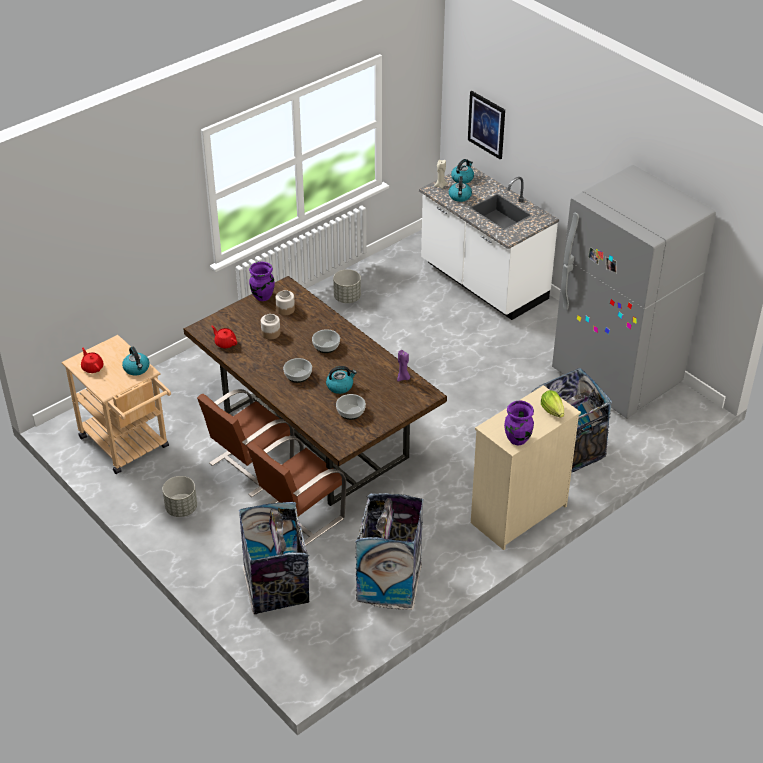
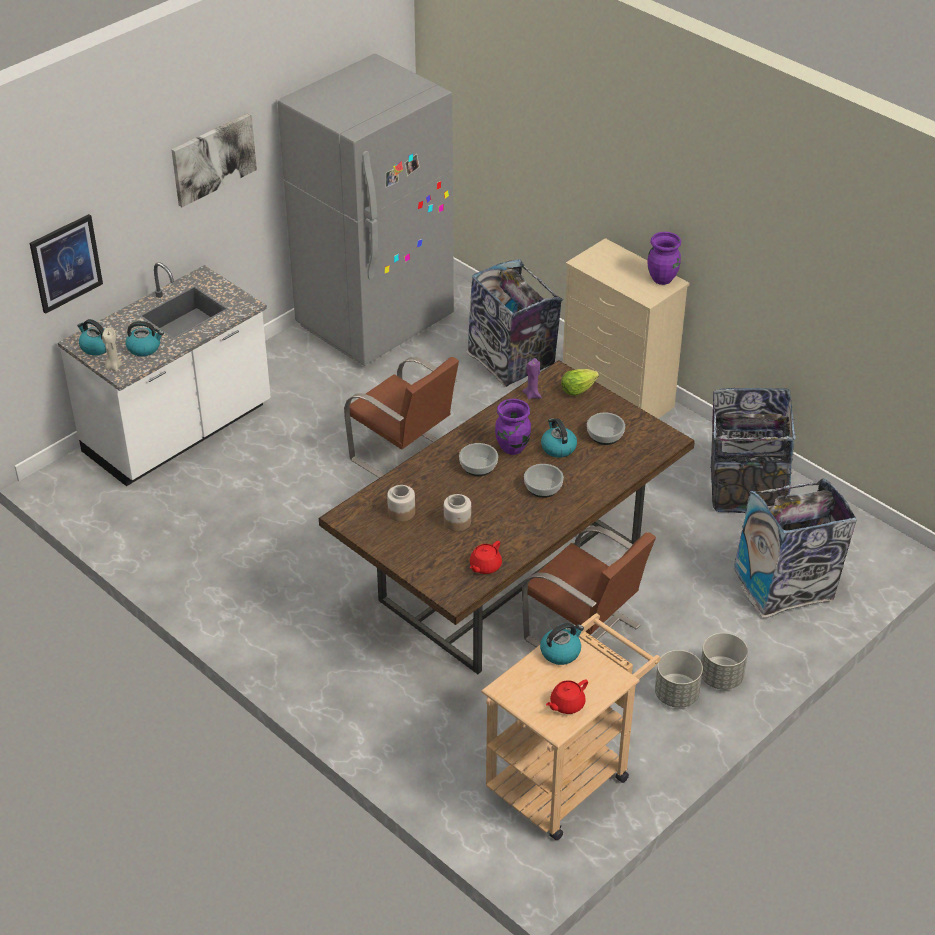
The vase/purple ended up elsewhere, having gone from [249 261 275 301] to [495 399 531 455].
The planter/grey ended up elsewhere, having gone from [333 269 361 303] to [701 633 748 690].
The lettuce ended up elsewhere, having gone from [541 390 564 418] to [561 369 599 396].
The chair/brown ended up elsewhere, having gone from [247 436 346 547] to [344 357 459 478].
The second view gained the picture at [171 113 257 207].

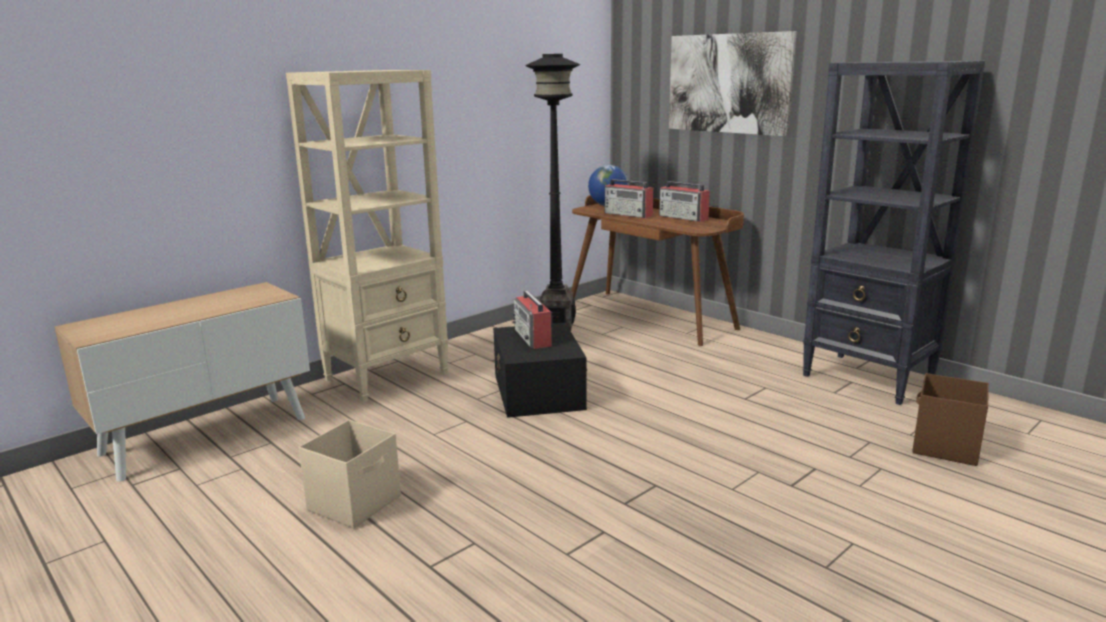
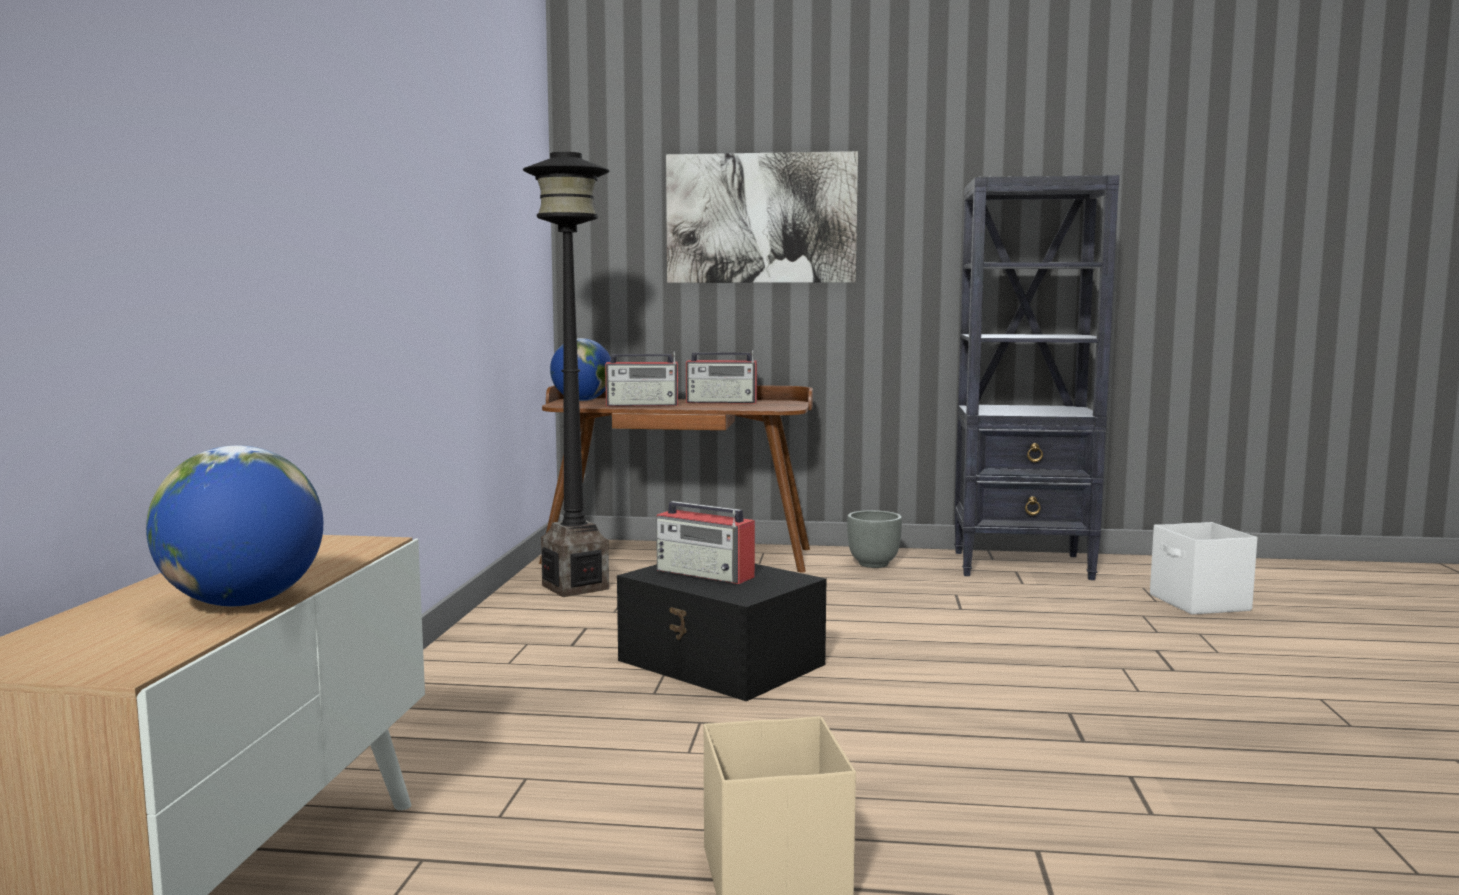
The second view lost the bookcase/beige at [286 70 448 403].
What was the storage box/brown at [912 373 989 466] turned into the storage box/white at [1150 522 1258 615].
The second view gained the globe at [146 445 323 606].
The second view gained the planter/grey at [847 510 902 568].

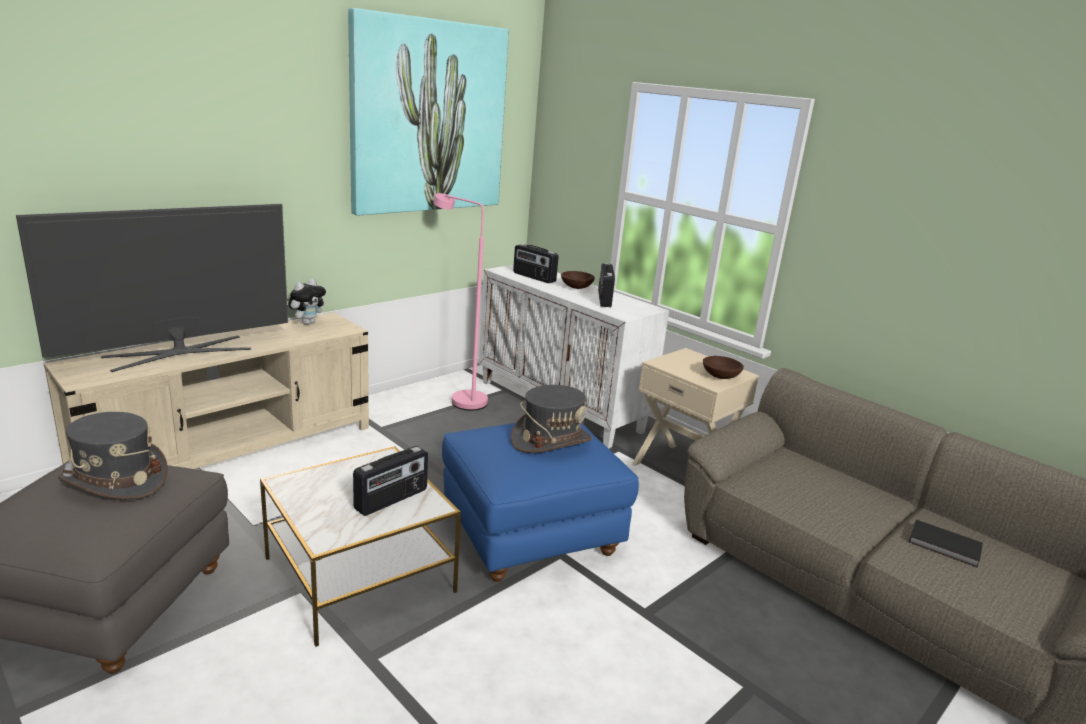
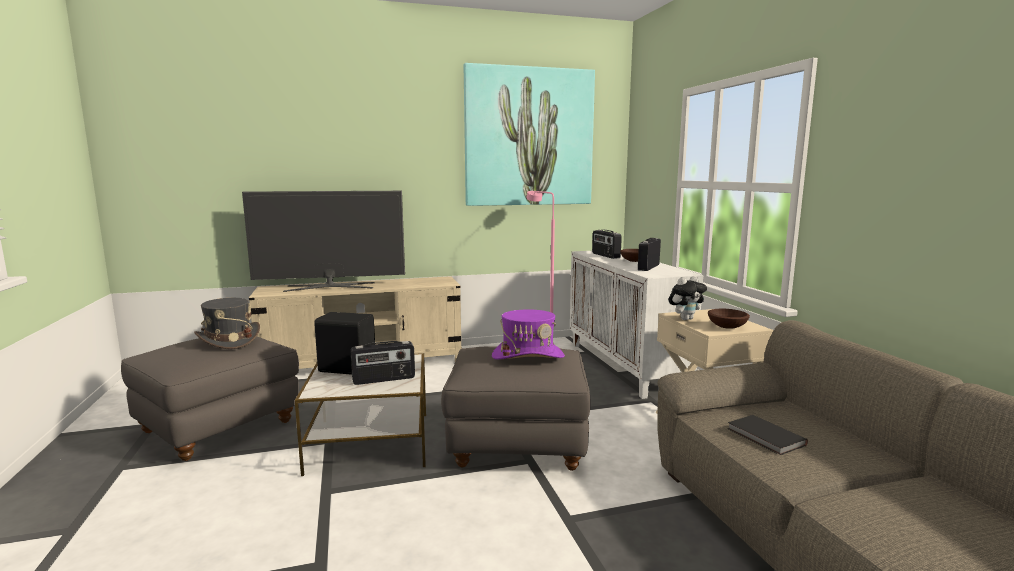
The plush toy ended up elsewhere, having gone from [288 279 326 325] to [669 276 707 320].
What was the hat/grey at [511 385 592 453] turned into the hat/purple at [492 310 565 359].
What was the ottoman/blue at [442 423 639 582] turned into the ottoman/grey at [441 346 591 471].
The book/black ended up elsewhere, having gone from [909 520 983 568] to [727 415 808 455].
The second view gained the speaker/black at [314 312 375 375].

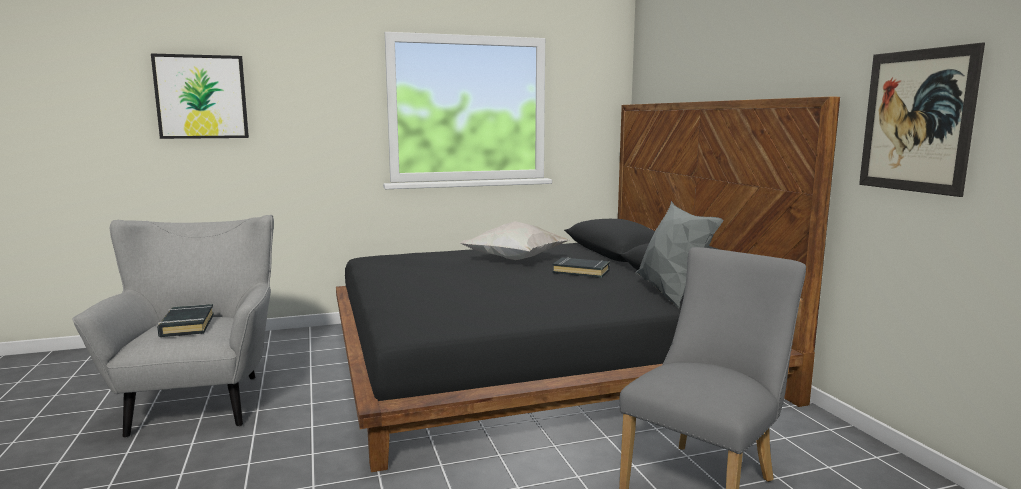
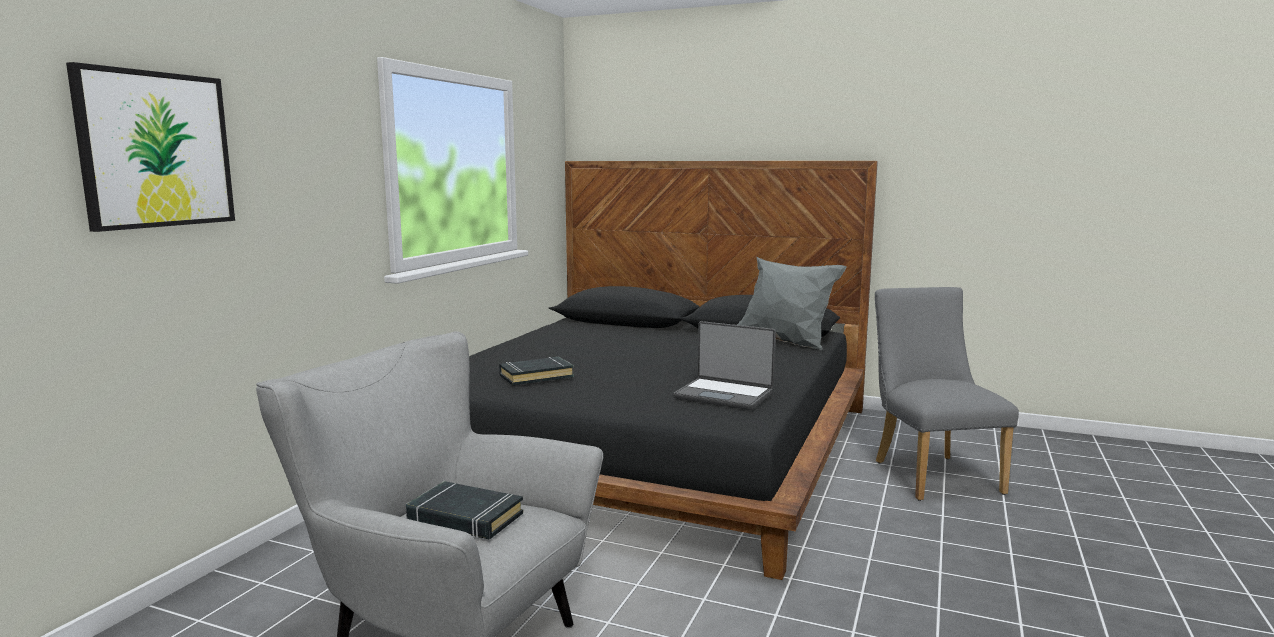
The second view lost the picture at [859 43 985 197].
The second view lost the pillow/white at [460 221 570 260].
The book/black ended up elsewhere, having gone from [552 257 610 278] to [499 357 574 385].
The second view gained the laptop at [673 321 776 410].

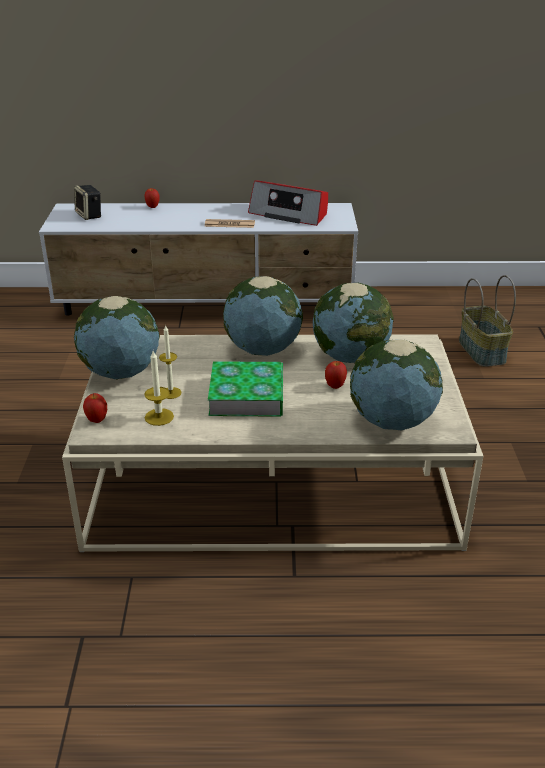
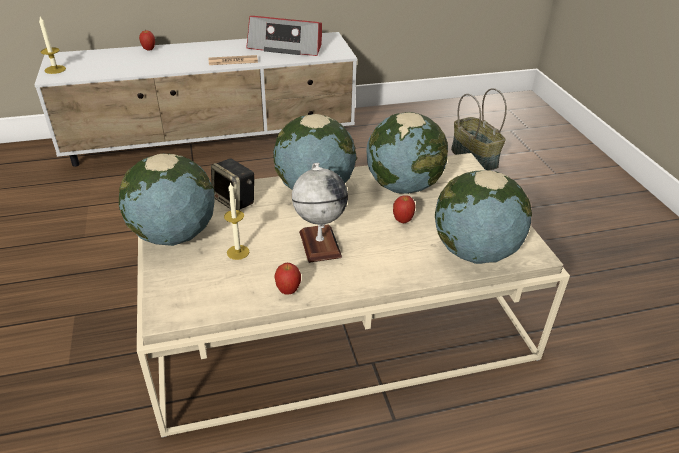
The speaker ended up elsewhere, having gone from [74 185 101 220] to [211 158 254 210].
The candle ended up elsewhere, having gone from [144 351 174 426] to [39 17 66 74].
Where the book stood at [208 361 283 417], the globe came to stand at [292 163 348 263].
The apple ended up elsewhere, having gone from [83 393 107 423] to [274 263 301 295].

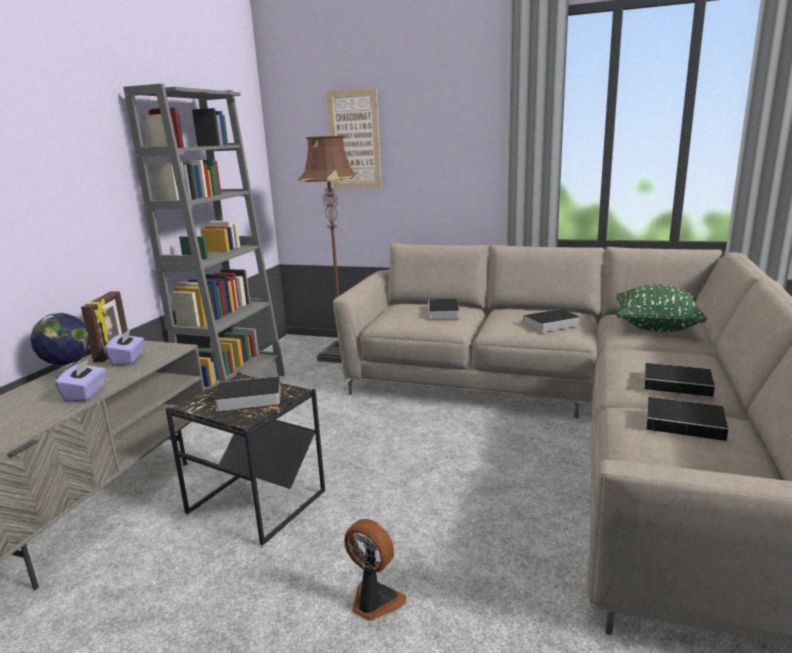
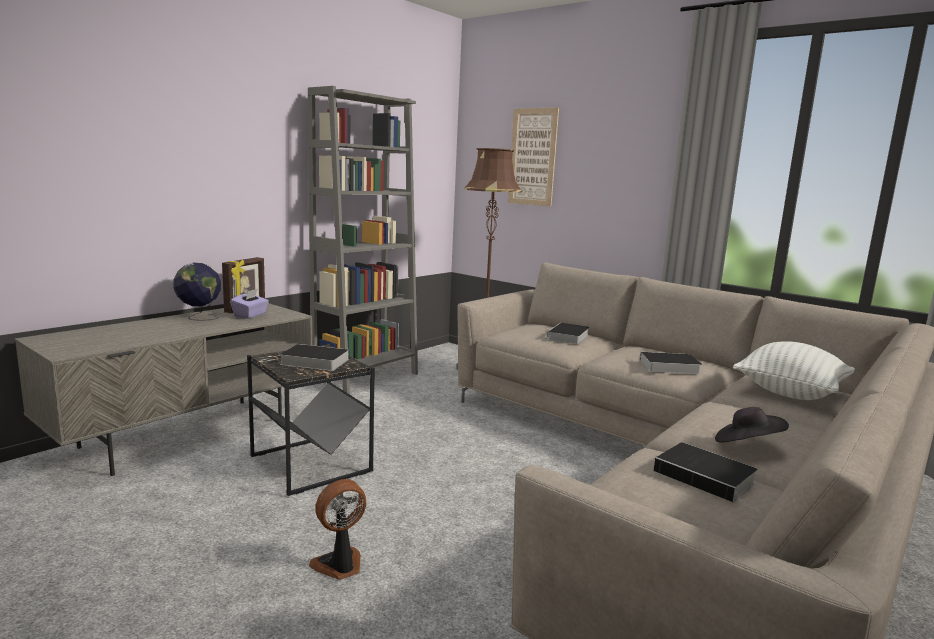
What was the pillow/green at [616 284 707 332] turned into the pillow/white at [733 341 855 400].
The second view lost the tissue box/purple at [55 359 106 402].
Where the book stood at [644 363 726 397], the hat/black came to stand at [715 407 789 443].
The fan at [344 519 406 621] ended up facing another way, 90 degrees counterclockwise from before.

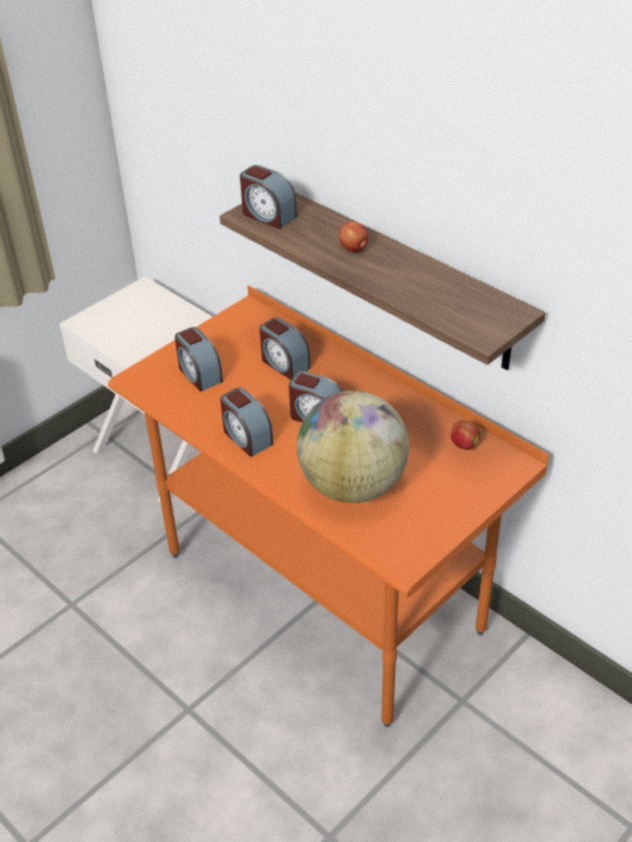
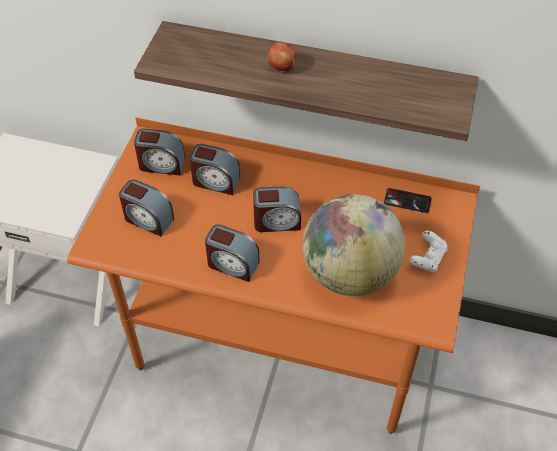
The alarm clock ended up elsewhere, having gone from [240 165 297 229] to [134 129 185 176].
Where the apple stood at [451 420 480 450], the phone came to stand at [384 188 432 213].
The second view gained the game controller/white at [409 231 447 273].

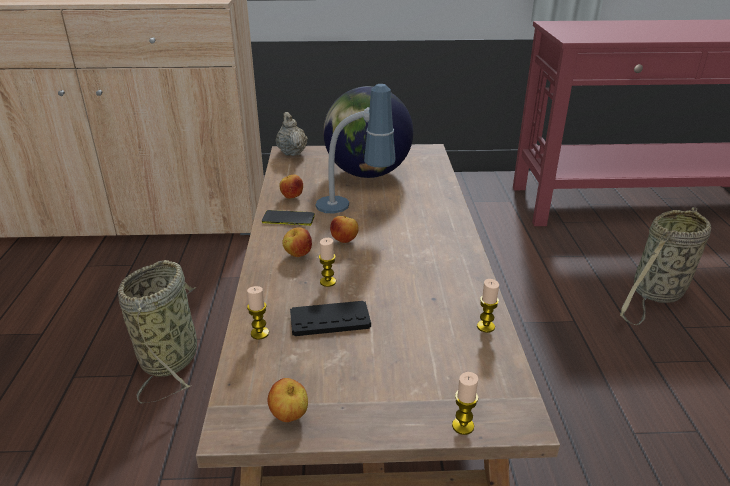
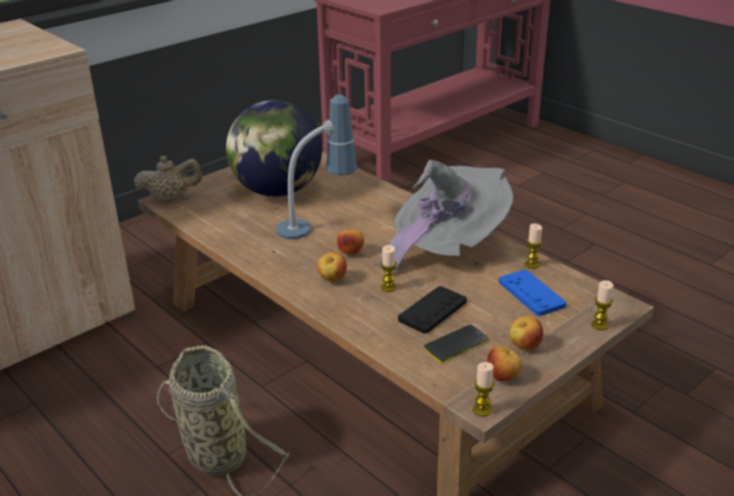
The teapot/beige at [276 112 308 156] ended up facing another way, 135 degrees clockwise from before.
The apple ended up elsewhere, having gone from [279 175 303 199] to [509 316 543 350].
The second view lost the basket at [620 207 711 325].
The phone ended up elsewhere, having gone from [262 210 315 226] to [424 325 488 363].
The candle ended up elsewhere, having gone from [247 286 269 339] to [473 362 494 417].
The second view gained the hat/grey at [378 160 513 275].
The second view gained the game controller/blue at [499 270 566 316].

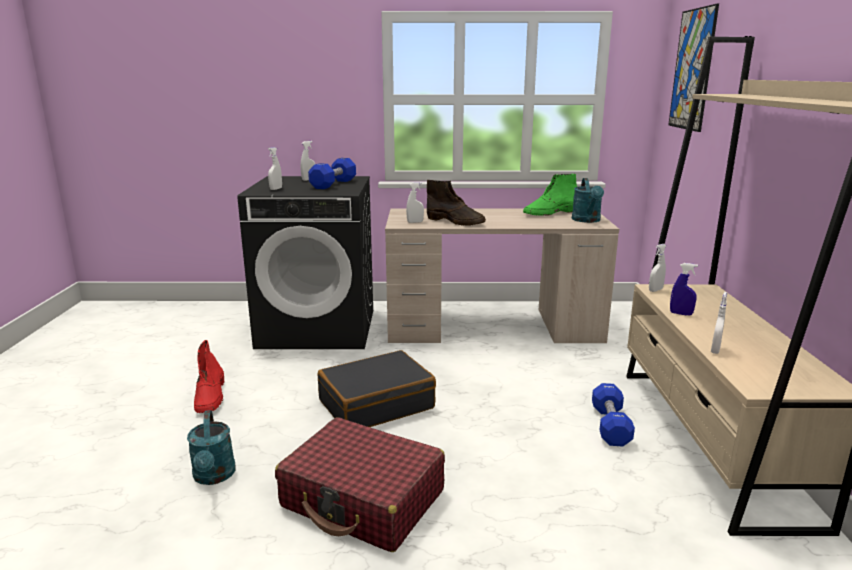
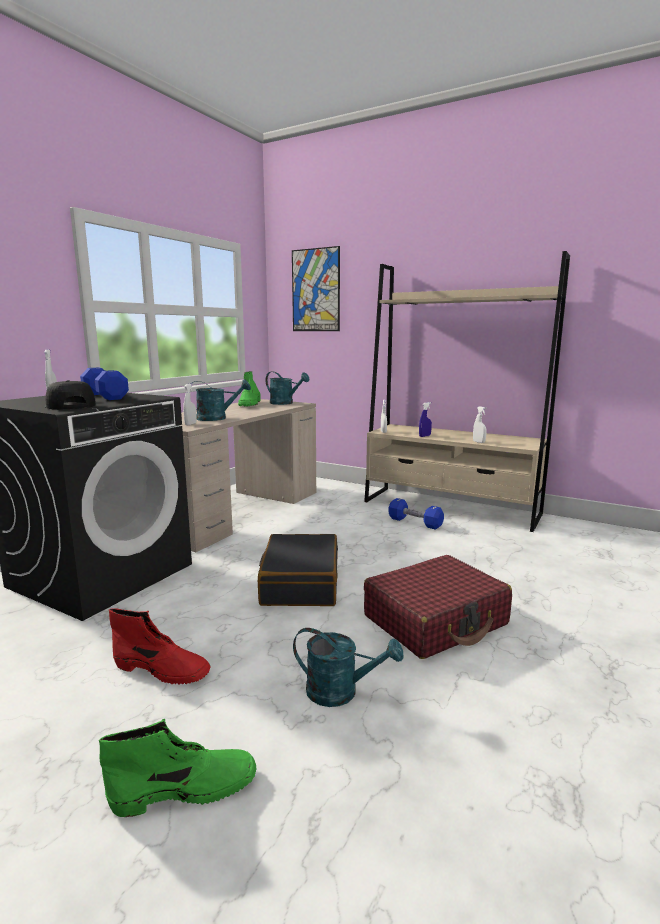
Where the spray bottle/white stood at [268 147 282 190], the cap/black came to stand at [44 380 95 410].
Where the boot/brown stood at [427 180 486 226], the watering can/turquoise came to stand at [191 379 251 421].
The second view gained the boot/green at [99 719 256 817].

